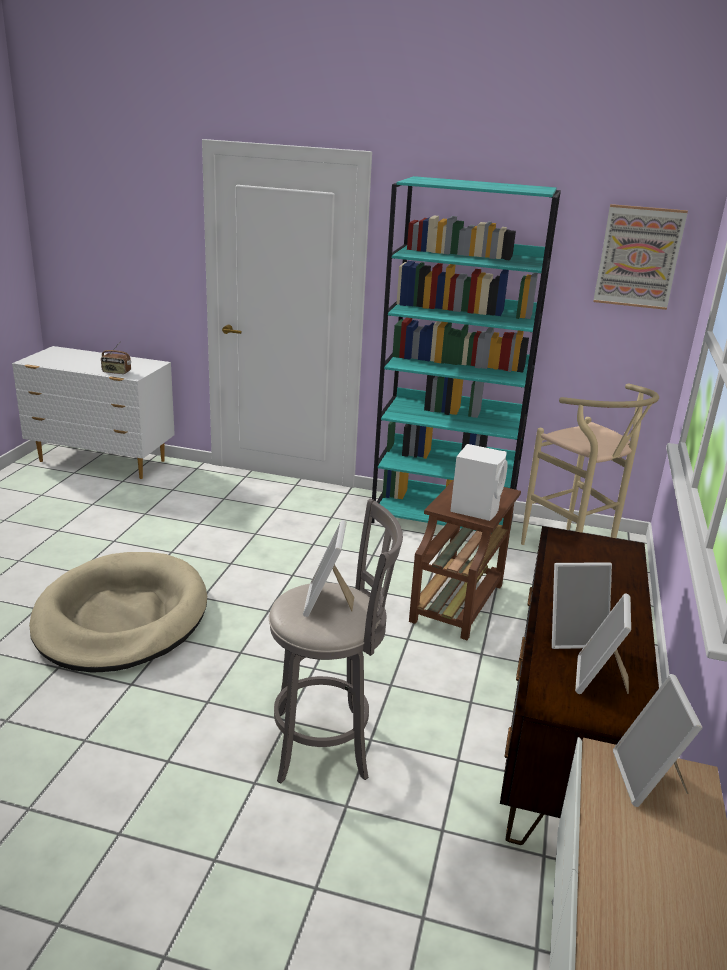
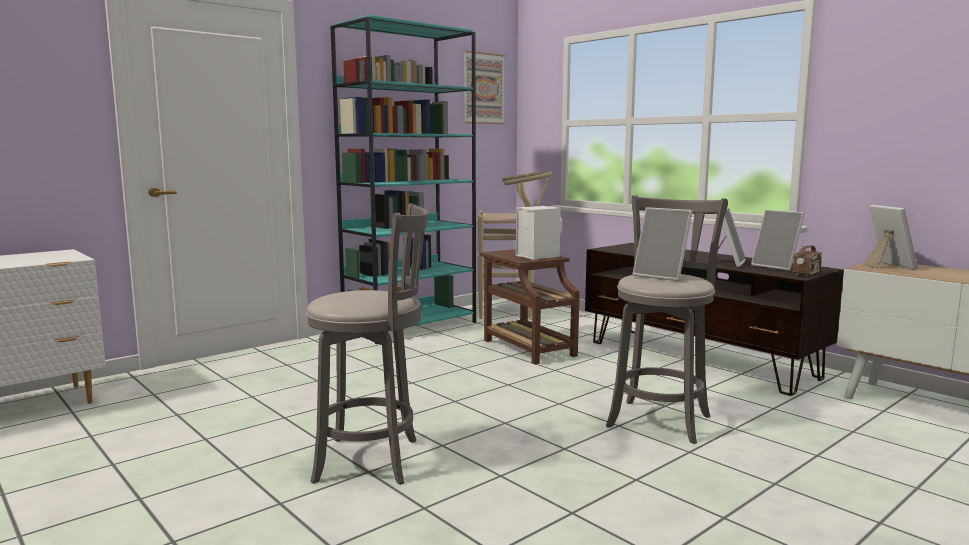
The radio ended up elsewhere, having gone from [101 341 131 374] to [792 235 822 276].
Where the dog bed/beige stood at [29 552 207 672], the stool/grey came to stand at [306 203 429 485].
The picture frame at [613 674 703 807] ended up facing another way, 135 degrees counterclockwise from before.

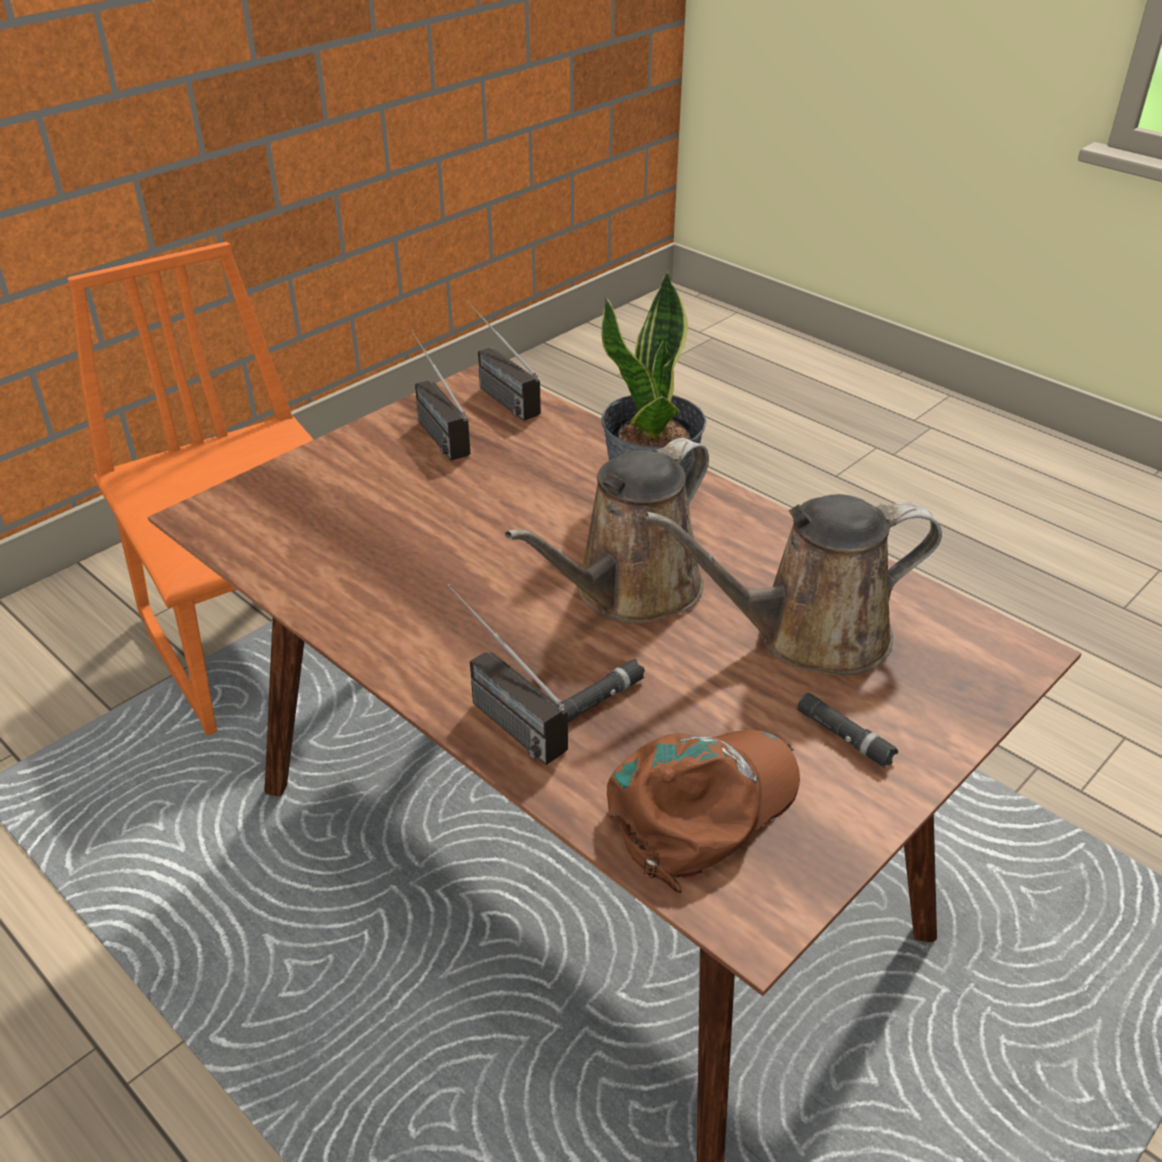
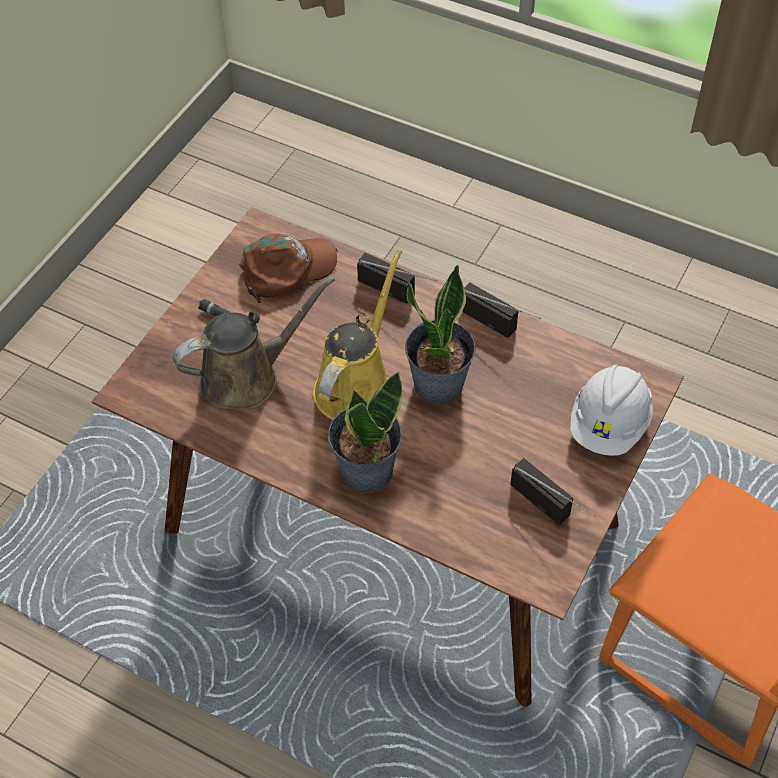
The radio ended up elsewhere, having gone from [467 301 541 421] to [462 282 541 338].
What was the watering can/brown at [505 438 709 624] turned into the watering can/yellow at [313 250 402 420].
The second view lost the flashlight/black at [561 659 645 722].
The cap/brown at [607 730 800 893] ended up facing another way, 150 degrees counterclockwise from before.
The second view gained the potted plant at [405 265 476 404].
The second view gained the hard hat/white at [570 364 653 456].

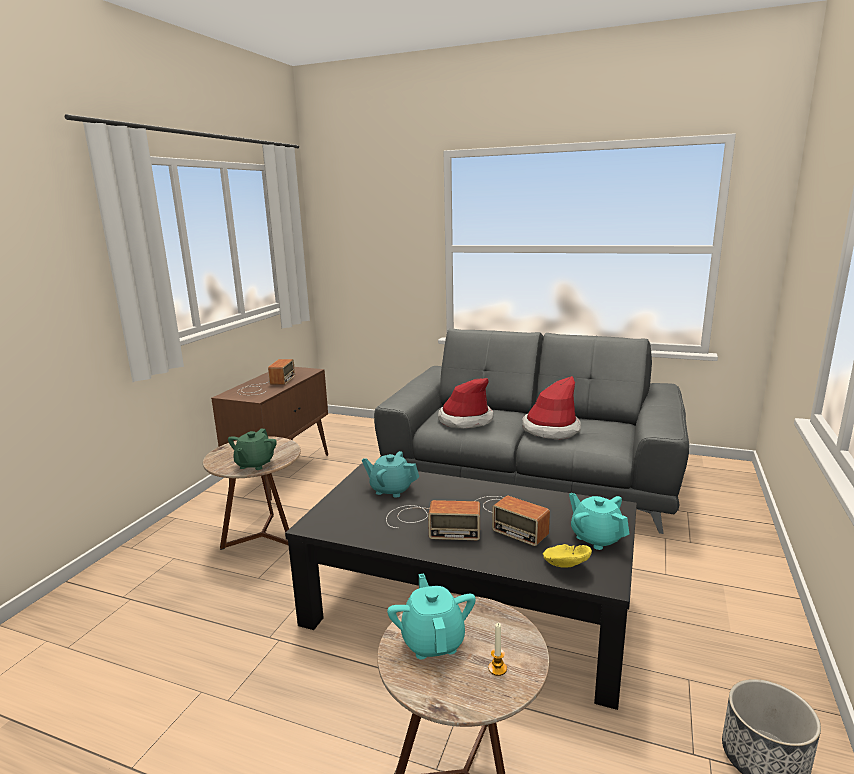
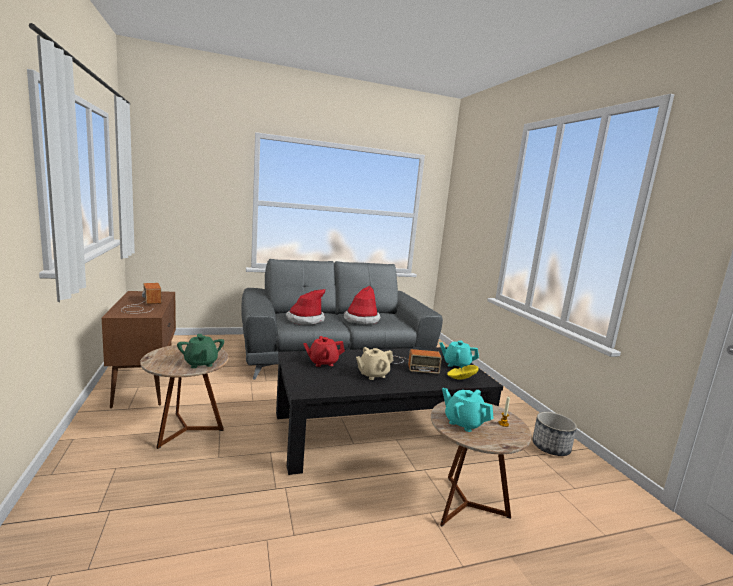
What was the teapot/turquoise at [362 451 419 498] turned into the teapot/red at [303 336 345 367].
Where the radio stood at [386 500 480 540], the teapot/beige came to stand at [356 347 393 380].

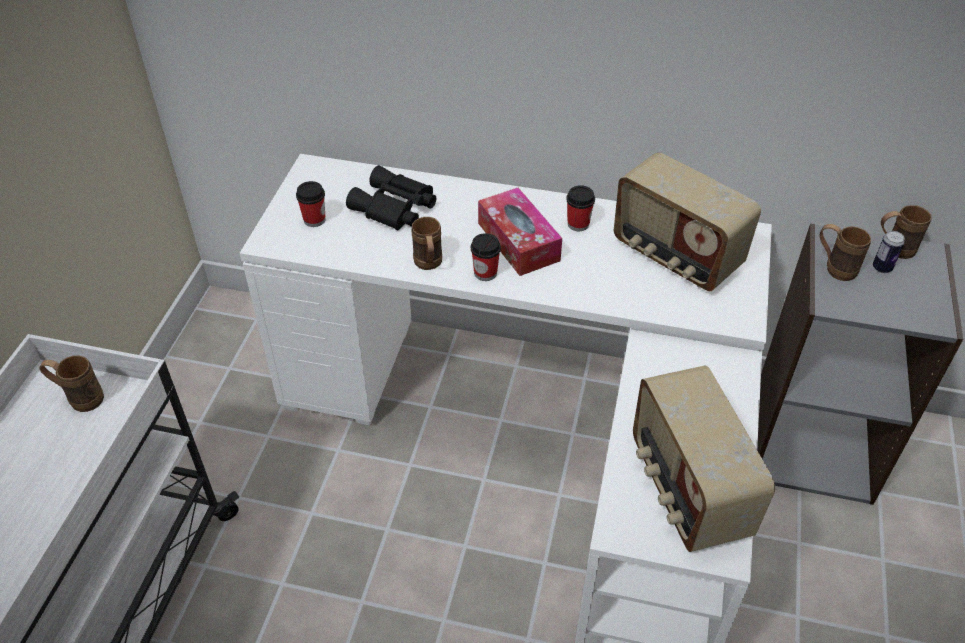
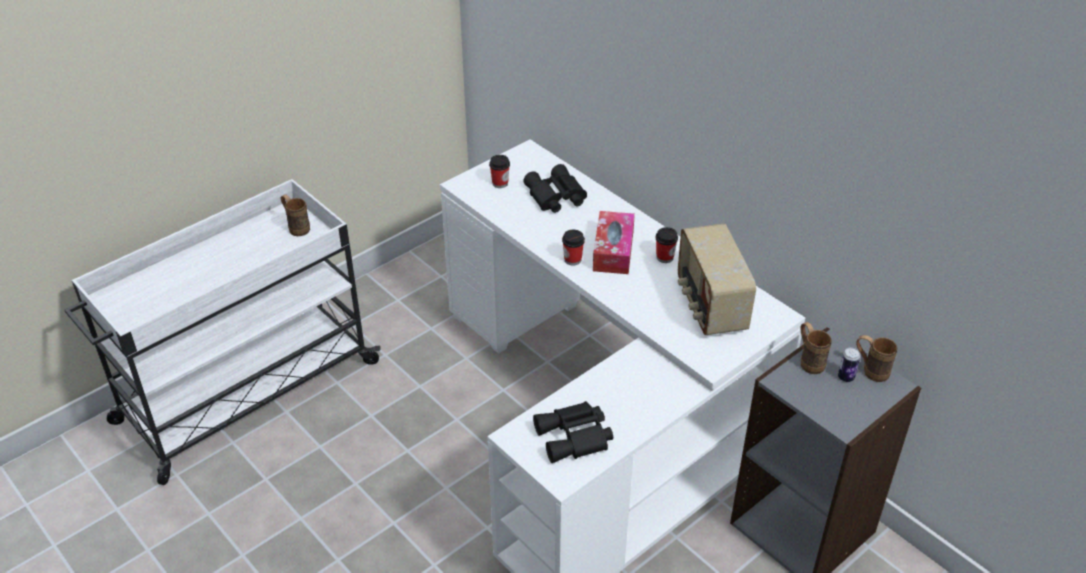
The second view lost the mug/brown at [411 217 442 270].
Where the radio stood at [633 366 775 552], the binoculars/black came to stand at [533 401 613 463].

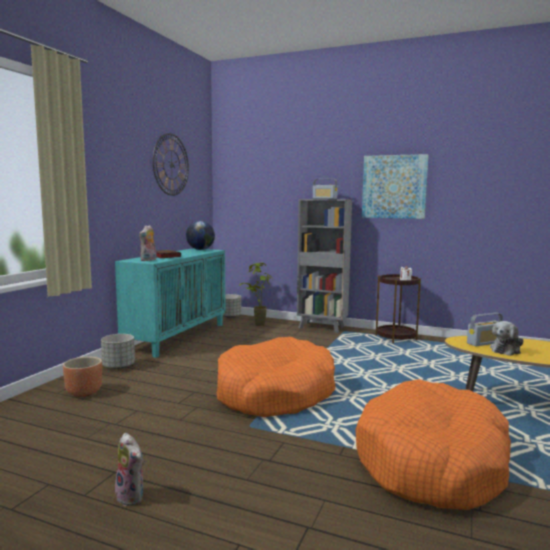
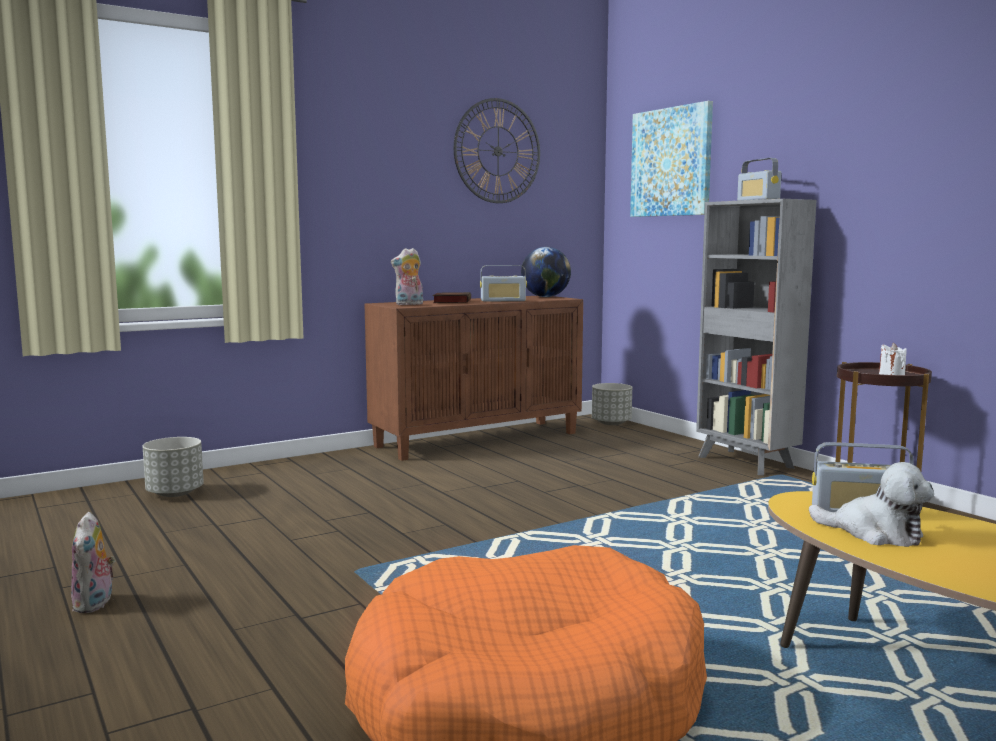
The picture ended up elsewhere, having gone from [362 154 428 219] to [630 101 713 217].
What was the cabinet/turquoise at [115 248 225 358] turned into the cabinet/brown at [365 296 583 461].
The second view lost the potted plant at [239 263 271 326].
The plush toy at [490 321 524 356] ended up facing another way, 135 degrees counterclockwise from before.
The planter/grey ended up elsewhere, having gone from [101 334 135 369] to [143 437 204 497].
The second view lost the dog bed/orange at [217 337 336 417].
The second view lost the planter/brown at [63 357 102 397].
The second view gained the radio at [480 265 527 302].

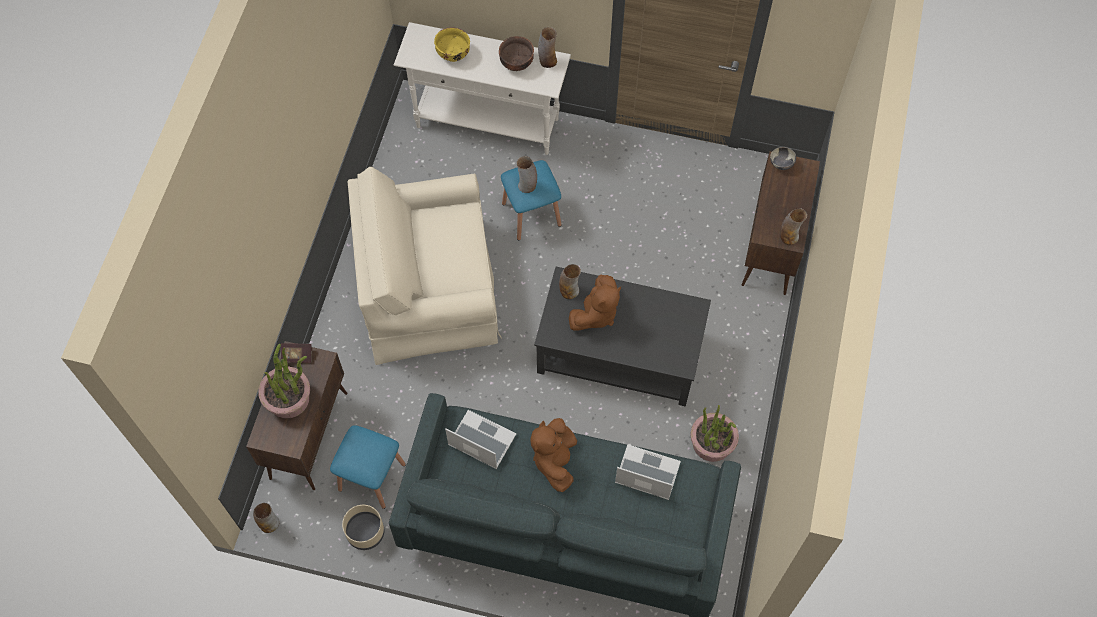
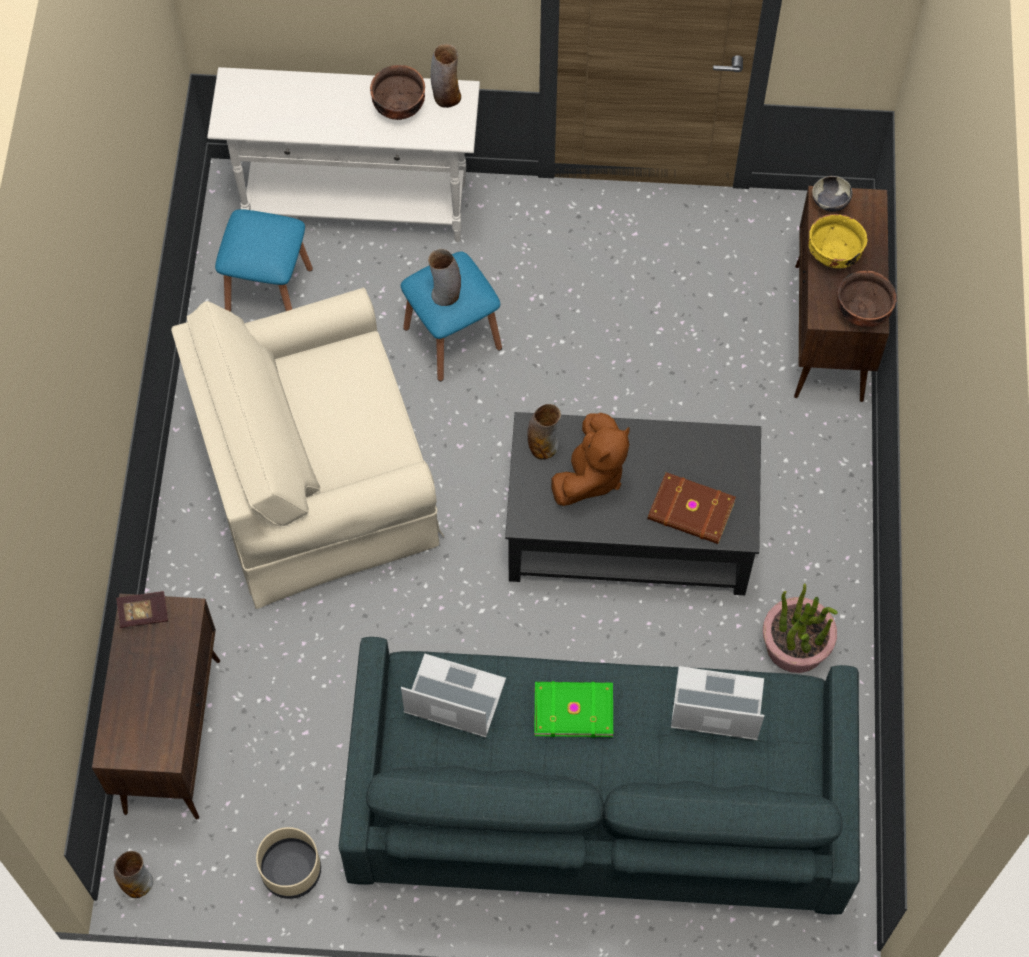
The bowl/yellow ended up elsewhere, having gone from [434 27 470 62] to [808 214 868 268].
Where the vase stood at [780 208 807 245], the bowl/brown came to stand at [837 271 897 327].
The second view lost the potted plant at [258 344 310 419].
Where the plush toy/brown stood at [530 418 577 492], the book/green came to stand at [534 681 613 738].
The stool/blue ended up elsewhere, having gone from [330 425 406 509] to [215 209 313 312].
The second view gained the book/brown at [648 472 736 544].

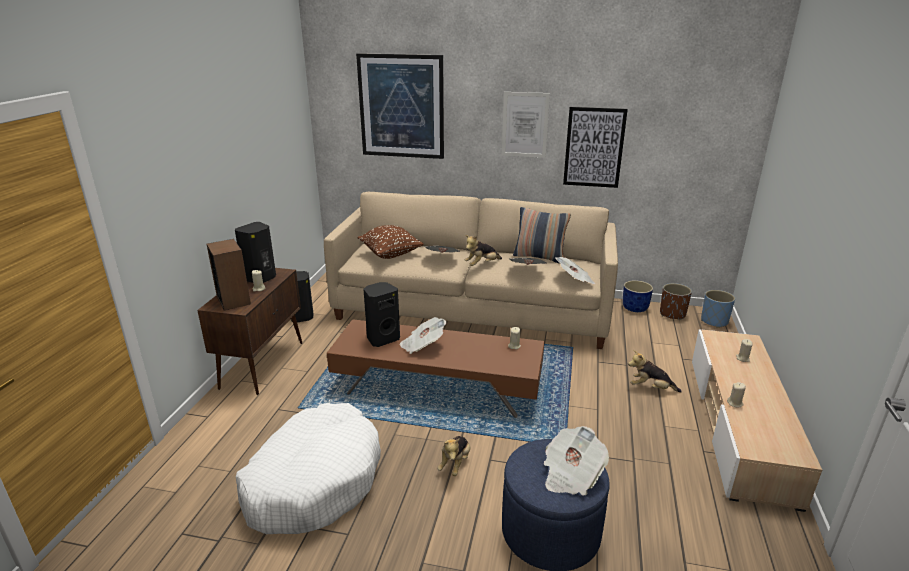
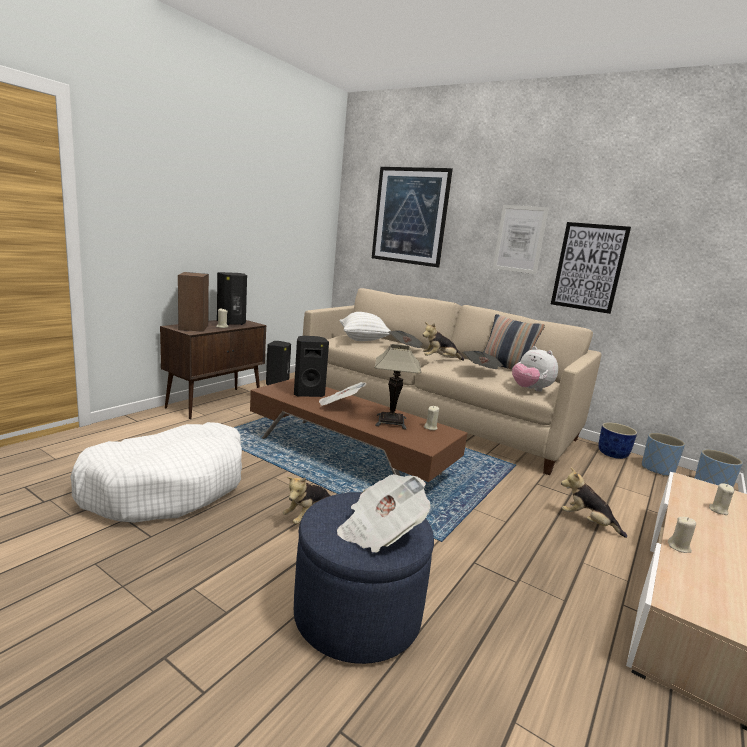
What was the pillow/brown at [358 225 424 259] turned into the pillow/white at [340 312 391 341].
Where the newspaper stood at [555 257 595 284], the plush toy came to stand at [512 346 558 392].
What was the planter/brown at [660 283 692 320] turned into the planter/blue at [642 433 685 477].
The second view gained the table lamp at [375 344 421 429].

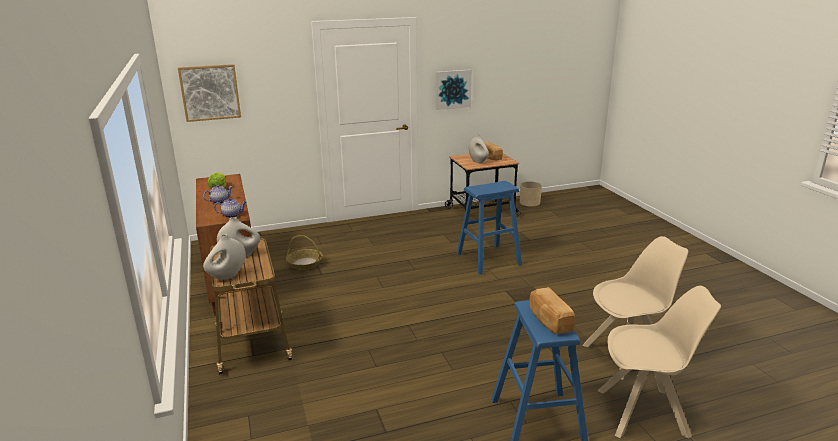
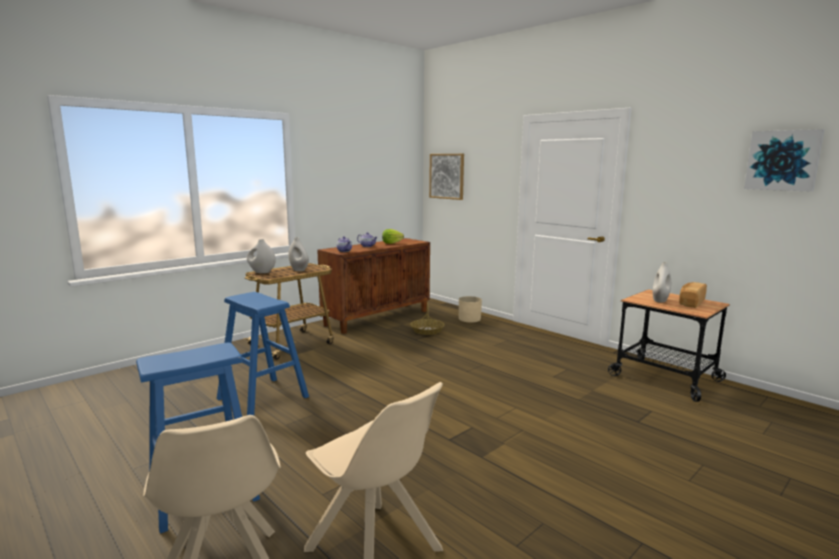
The picture ended up elsewhere, having gone from [435 69 472 110] to [744 129 825 192].
The stool/blue ended up elsewhere, having gone from [456 181 522 275] to [217 292 309 416].
The planter/beige ended up elsewhere, having gone from [520 181 542 207] to [459 296 482 323].
The second view lost the bread at [530 287 575 334].

